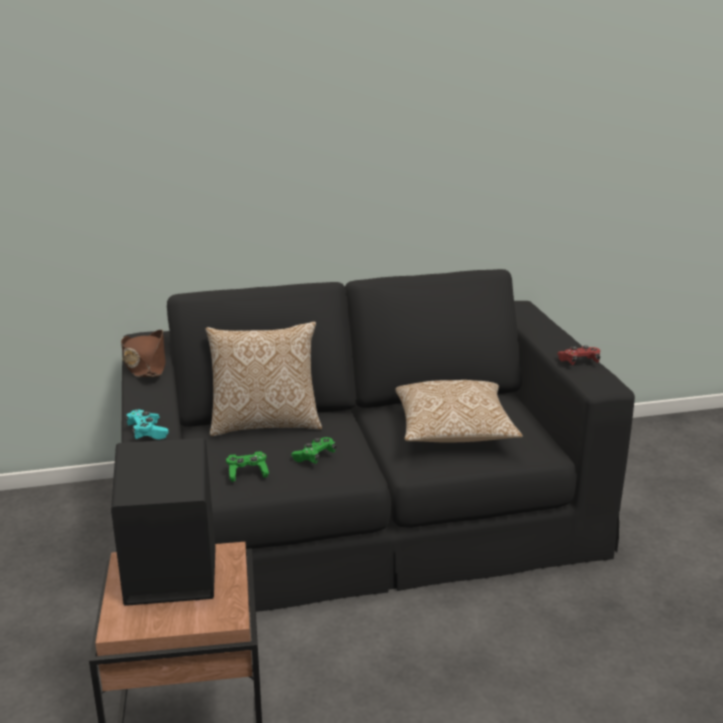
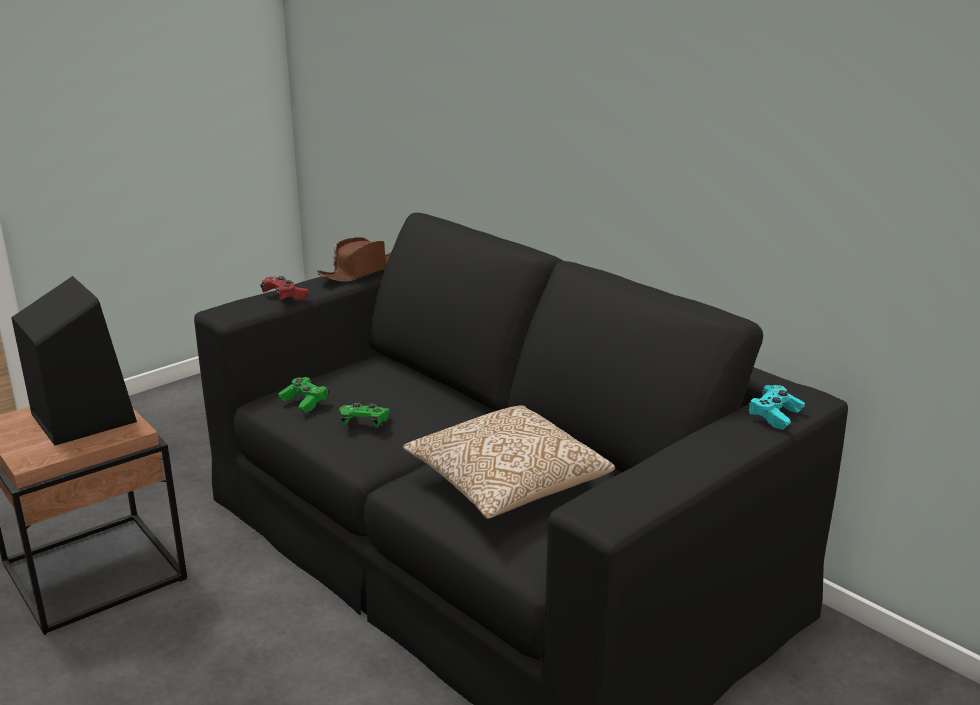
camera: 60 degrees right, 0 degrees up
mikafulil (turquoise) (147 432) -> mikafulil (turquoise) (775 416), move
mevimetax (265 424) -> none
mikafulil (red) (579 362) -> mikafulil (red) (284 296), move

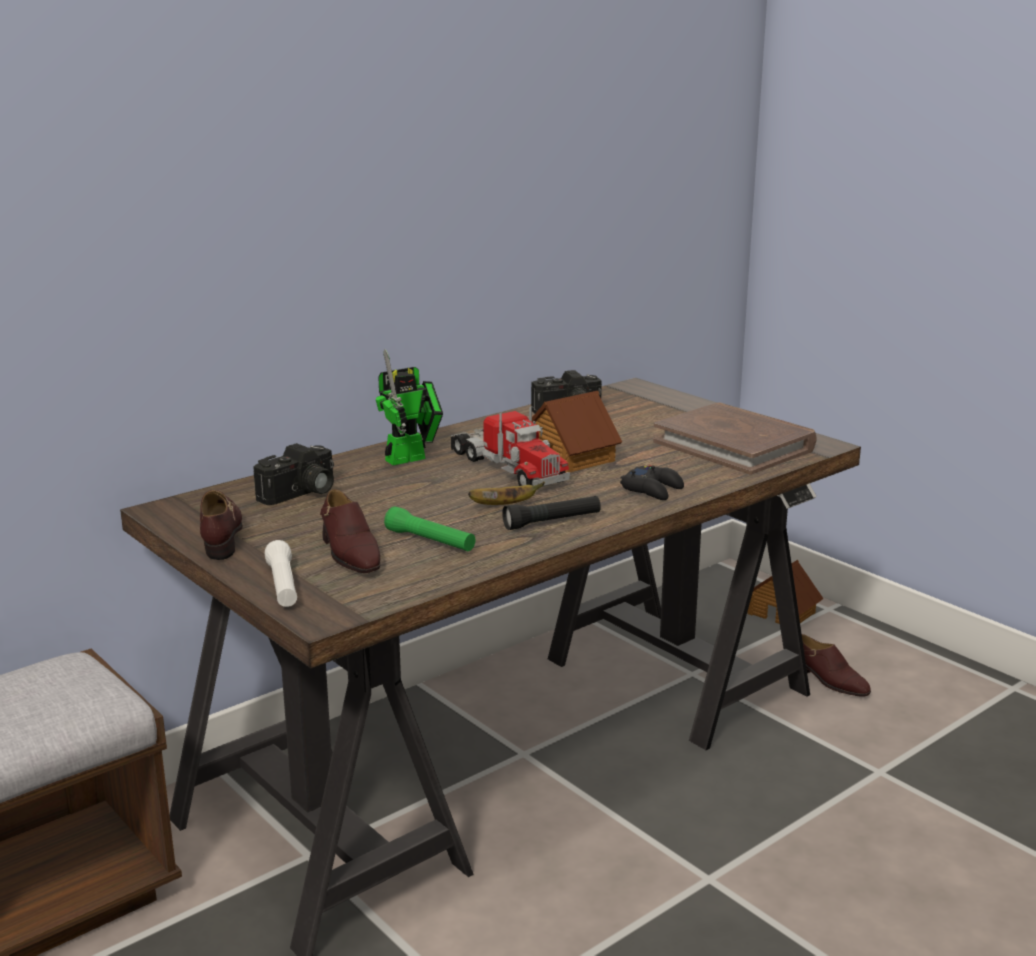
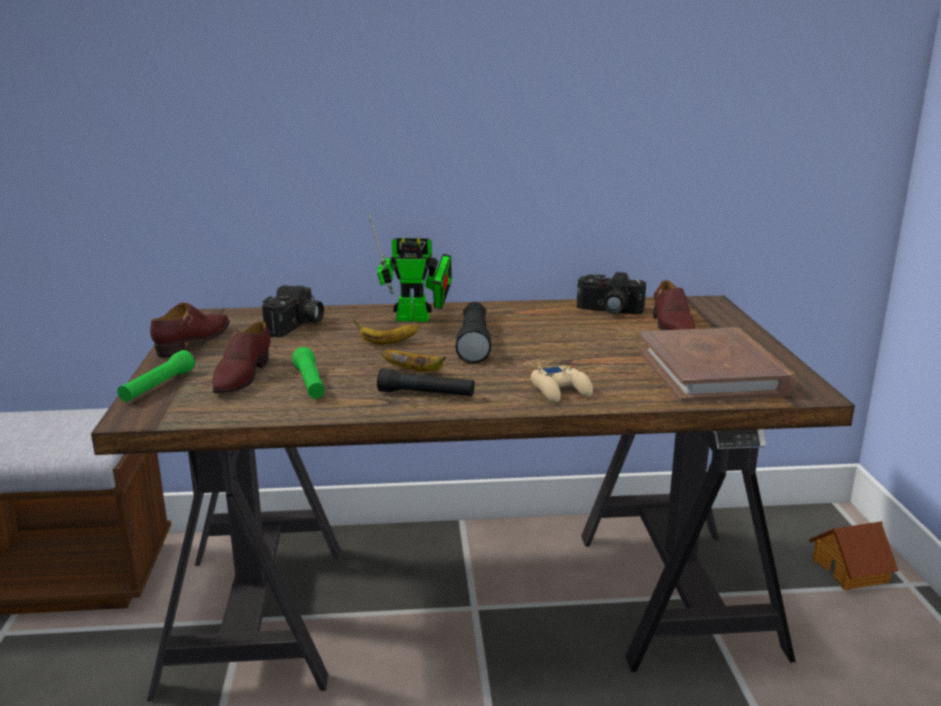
camera: 35 degrees right, 0 degrees up
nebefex (301 494) -> nebefex (296 326), 60 degrees counterclockwise
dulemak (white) (283 586) -> dulemak (green) (158 386)
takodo (506 468) -> dulemak (black) (474 343)
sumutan (572 457) -> none
mikafulil (black) (652 489) -> mikafulil (beige) (561 391)
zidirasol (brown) (829 681) -> zidirasol (brown) (671 327), move
none -> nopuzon (387 343)

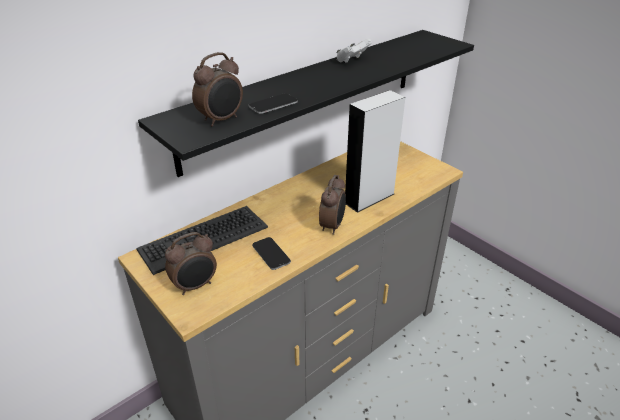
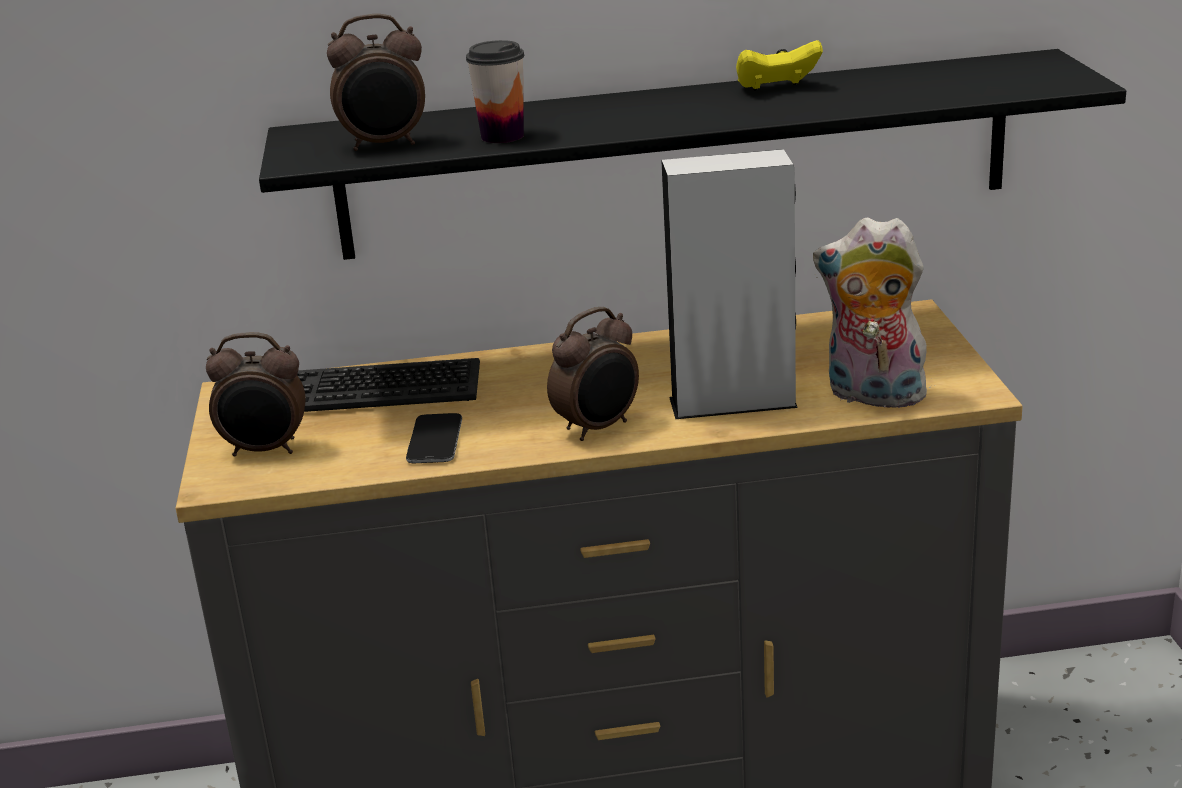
camera: 35 degrees right, 10 degrees down
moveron (273 105) -> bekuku (502 136)
mikafulil (white) (352 61) -> mikafulil (yellow) (776 88)
none -> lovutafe (871 396)

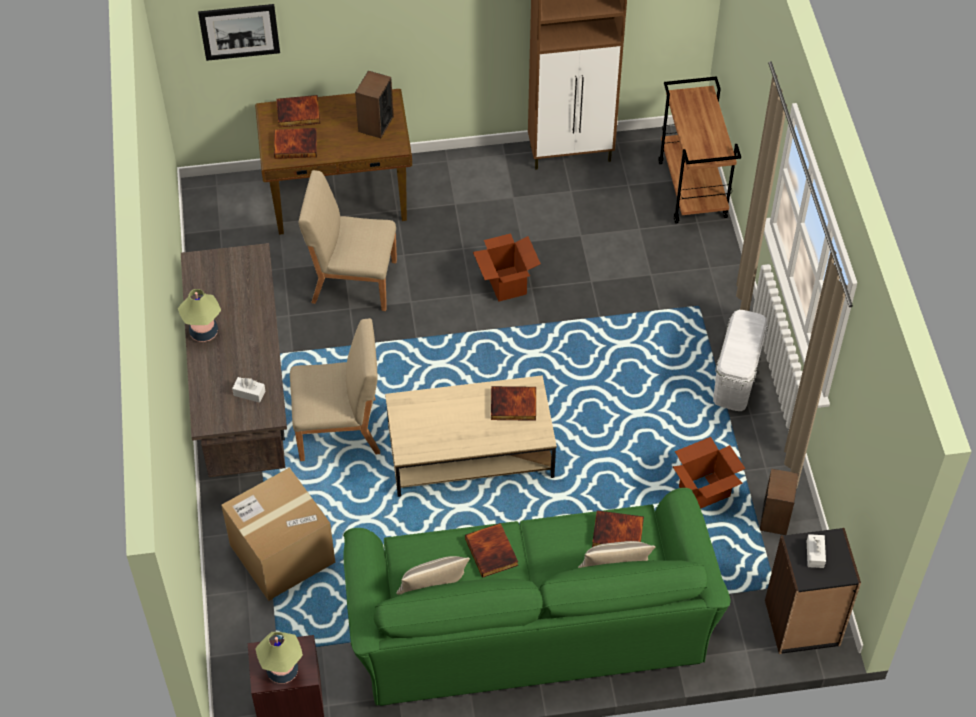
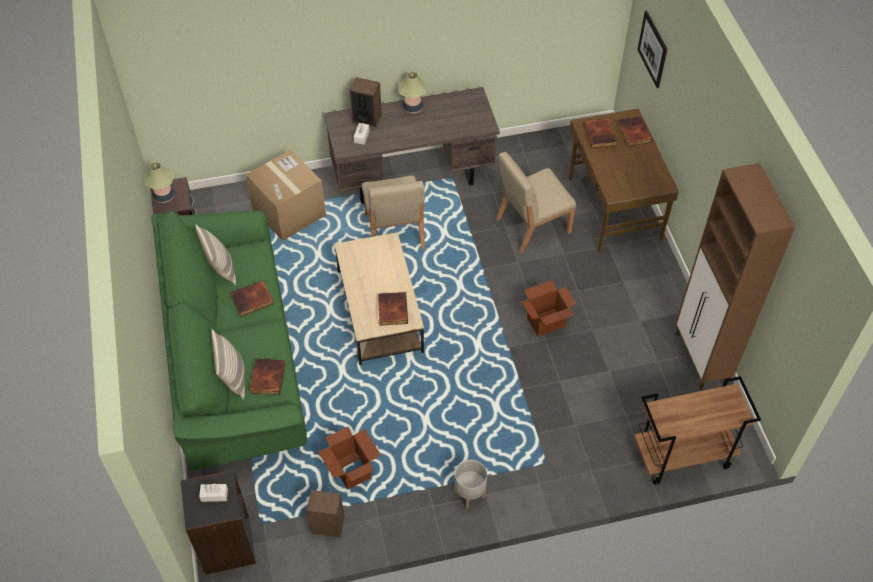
camera: 85 degrees right, 0 degrees up
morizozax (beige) (353 281) -> morizozax (beige) (532 225), 120 degrees counterclockwise
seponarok (375 124) -> seponarok (366 118), move
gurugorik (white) (736 379) -> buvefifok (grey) (469 494)

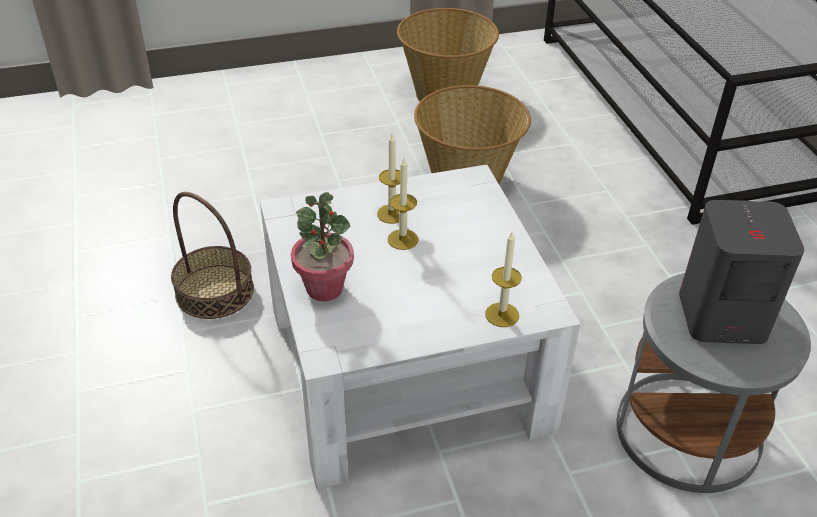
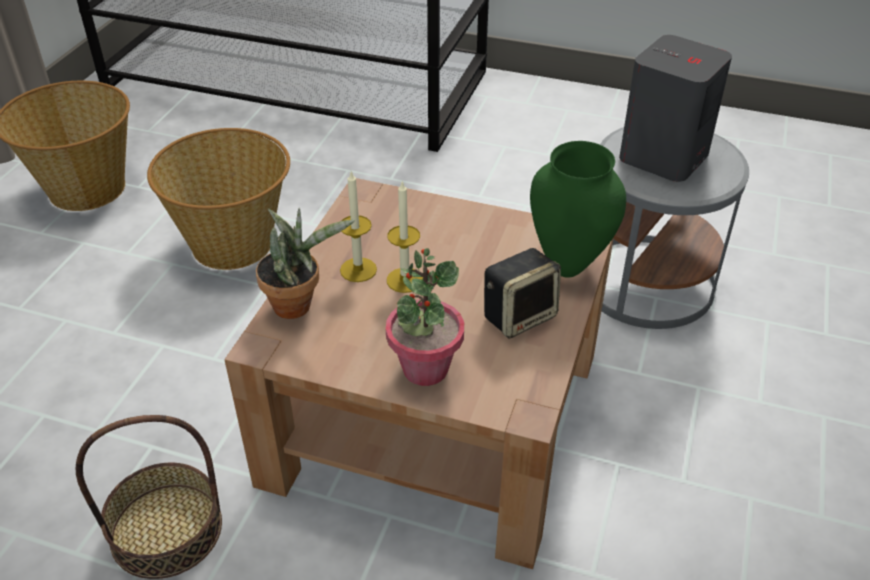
camera: 55 degrees left, 0 degrees up
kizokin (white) (406 368) -> kizokin (brown) (434 417)
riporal (502 315) -> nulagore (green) (567 267)
none -> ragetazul (298 304)
none -> seponarok (519 315)

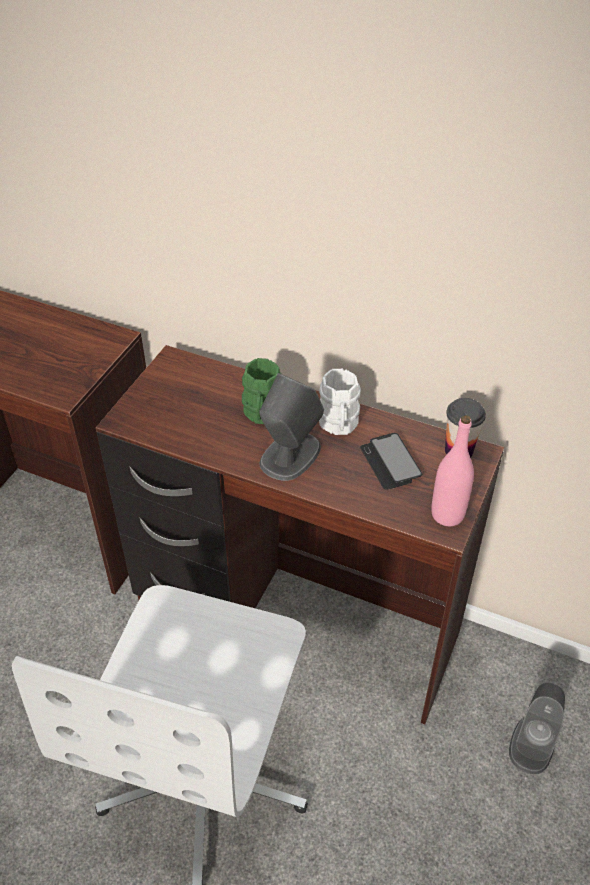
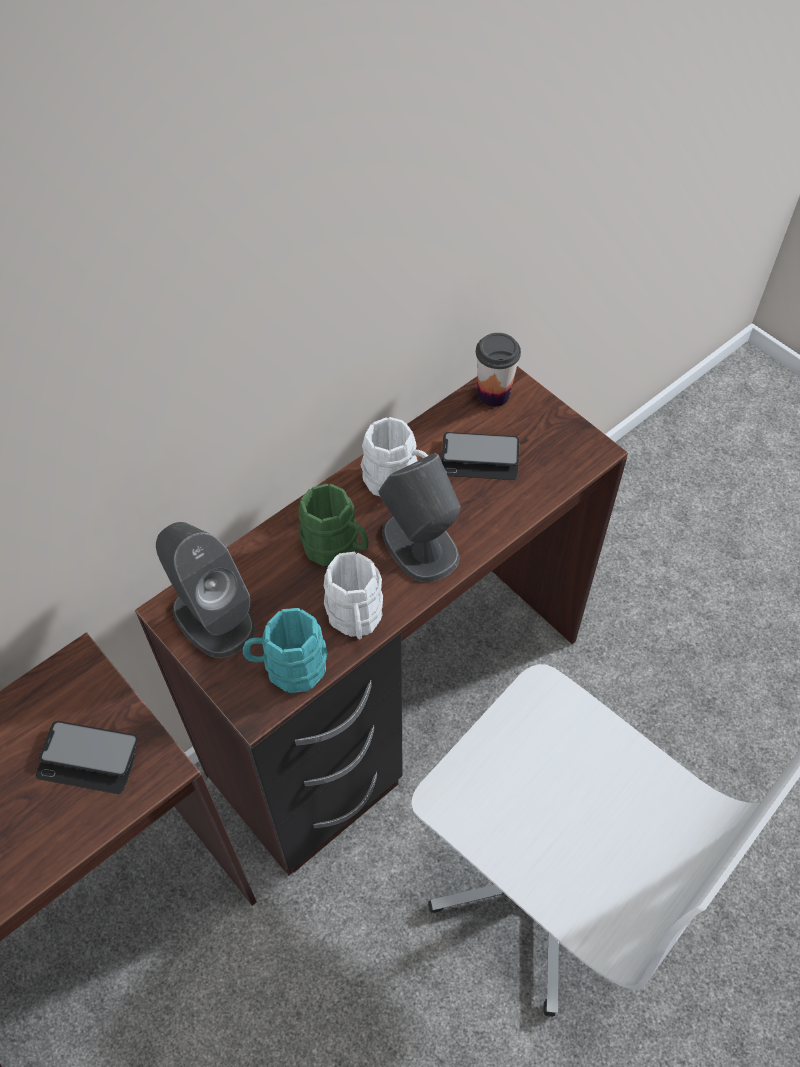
camera: 65 degrees left, 10 degrees up
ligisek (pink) (447 514) -> none
seponarok (grey) (532 744) -> seponarok (grey) (213 617), move
none -> moveron (88 758)
none -> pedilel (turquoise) (288 668)
none -> pedilel (white) (355 620)

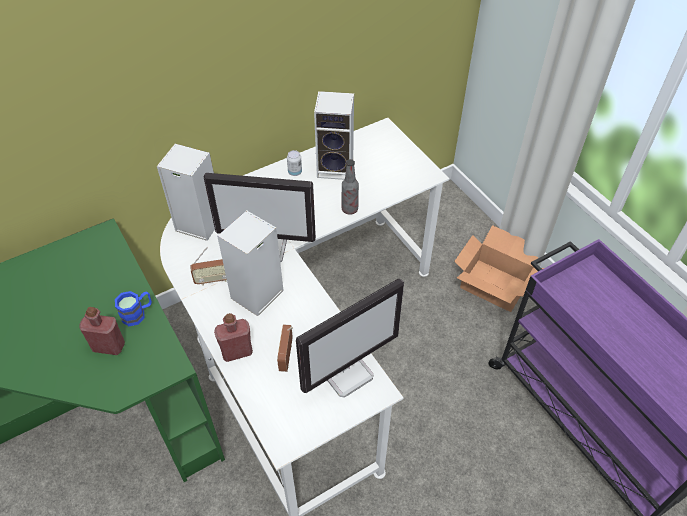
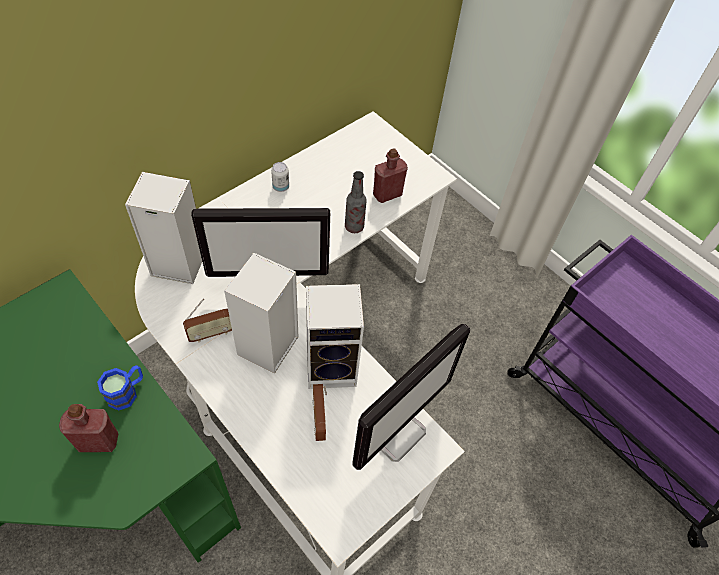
camera: 15 degrees left, 5 degrees up
ligisek (red) (237 352) -> ligisek (red) (387 194), move
seponarok (337 167) -> seponarok (333 366), move
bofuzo (493 284) -> none

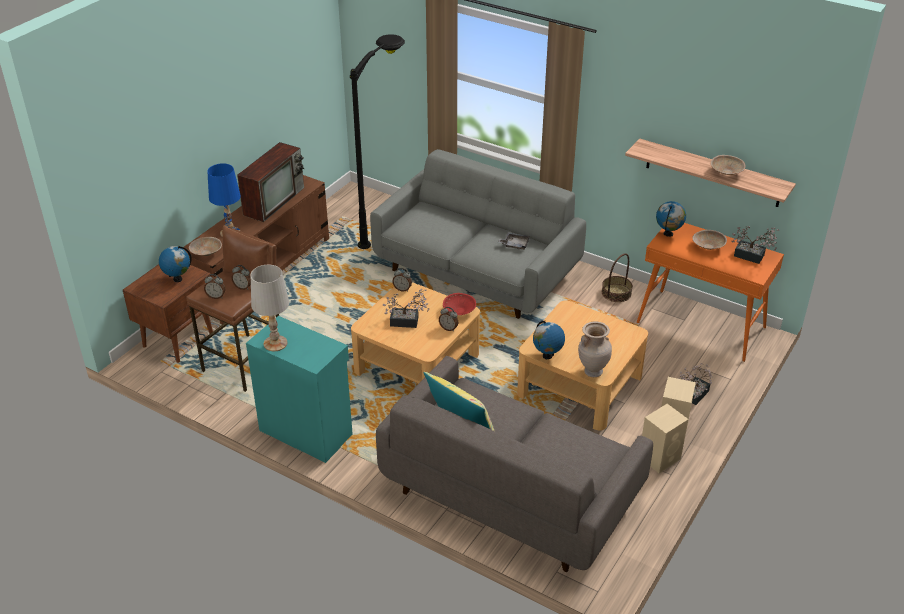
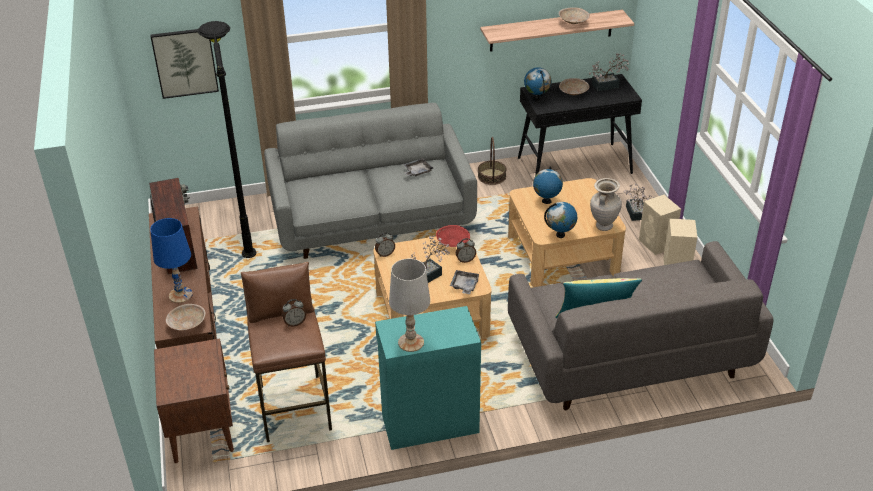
camera: 45 degrees left, 0 degrees up
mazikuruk (177 279) -> mazikuruk (546 201), move
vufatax (216 296) -> none
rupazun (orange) (701 325) -> rupazun (black) (575 165)
none -> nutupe (185 62)
none -> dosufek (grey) (464 286)

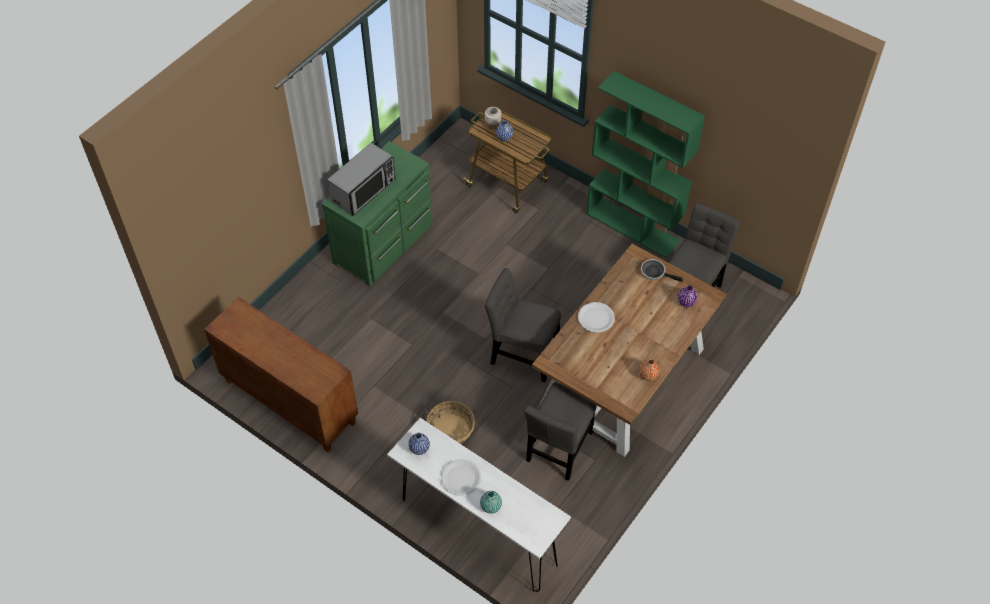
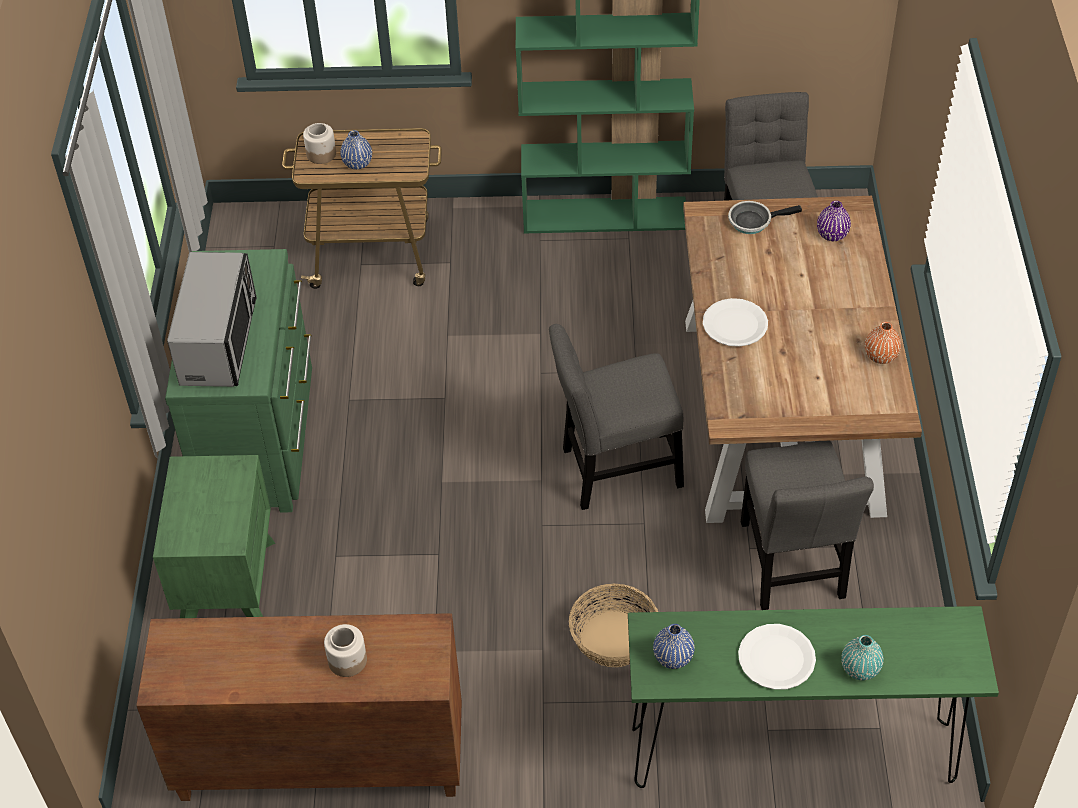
camera: 35 degrees left, 5 degrees down
rupazun (white) (478 531) -> rupazun (green) (792 755)
none -> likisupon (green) (227 582)
none -> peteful (348 660)

